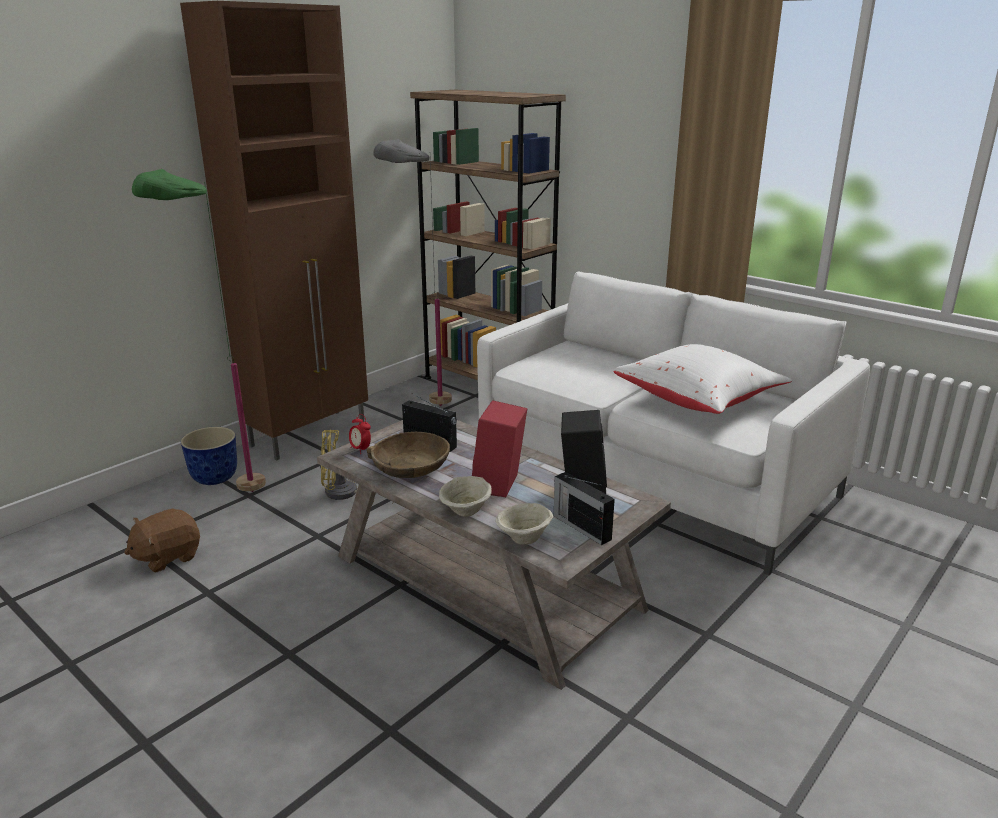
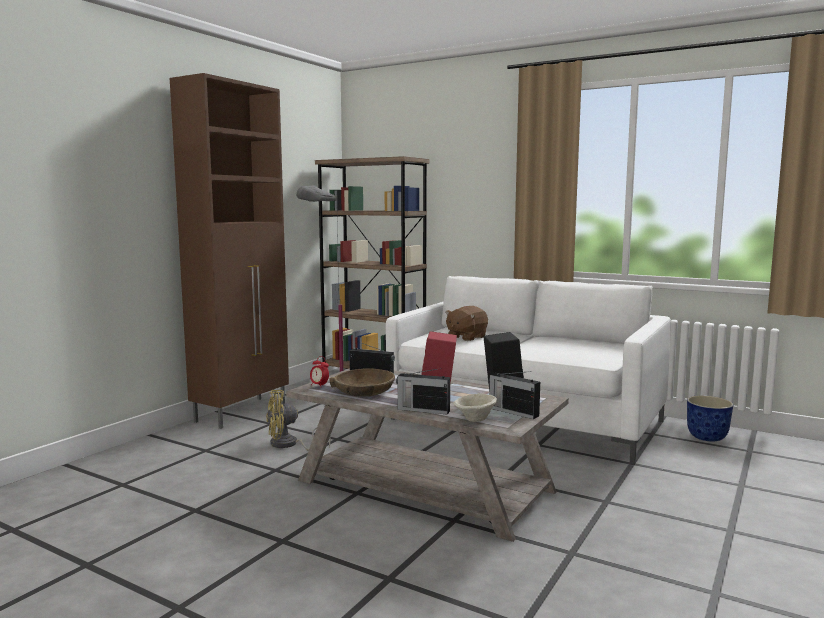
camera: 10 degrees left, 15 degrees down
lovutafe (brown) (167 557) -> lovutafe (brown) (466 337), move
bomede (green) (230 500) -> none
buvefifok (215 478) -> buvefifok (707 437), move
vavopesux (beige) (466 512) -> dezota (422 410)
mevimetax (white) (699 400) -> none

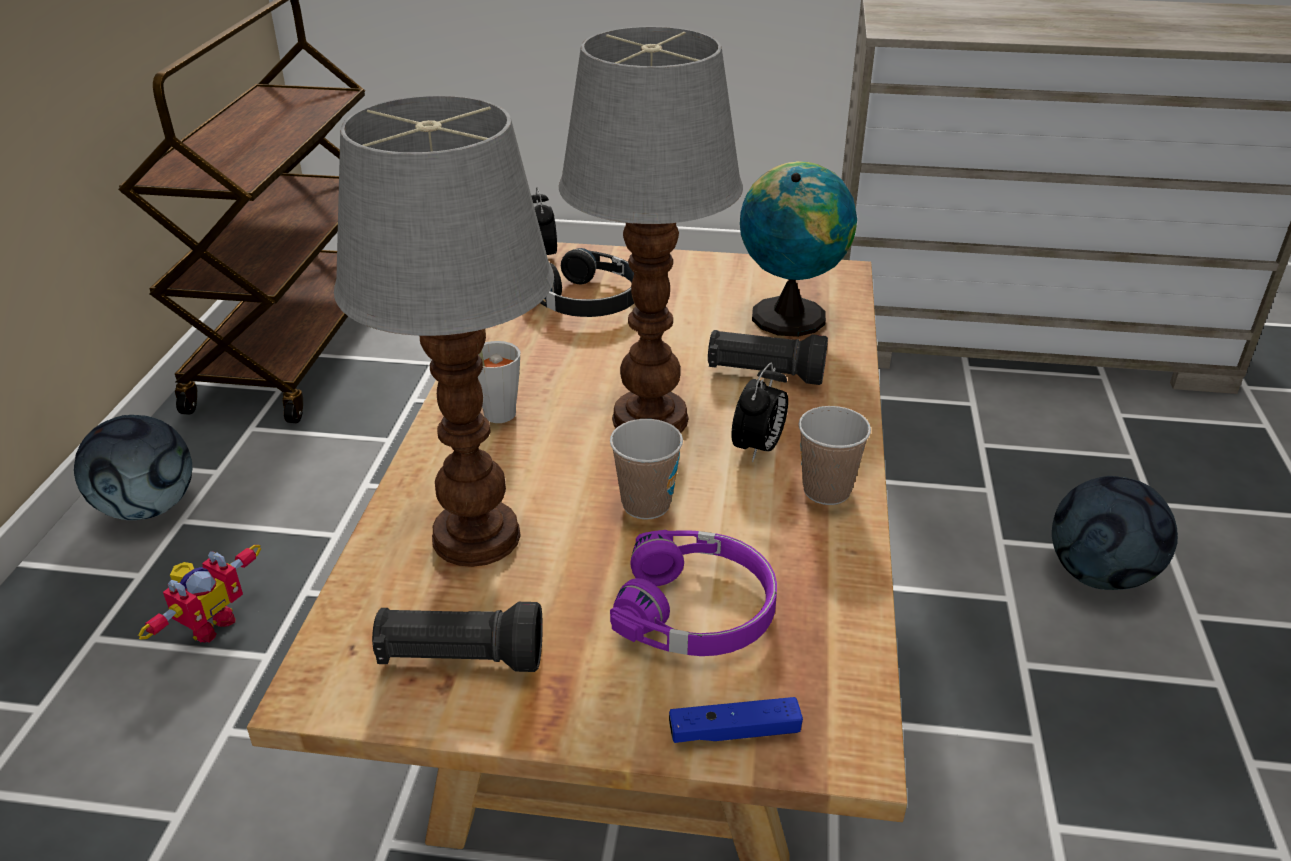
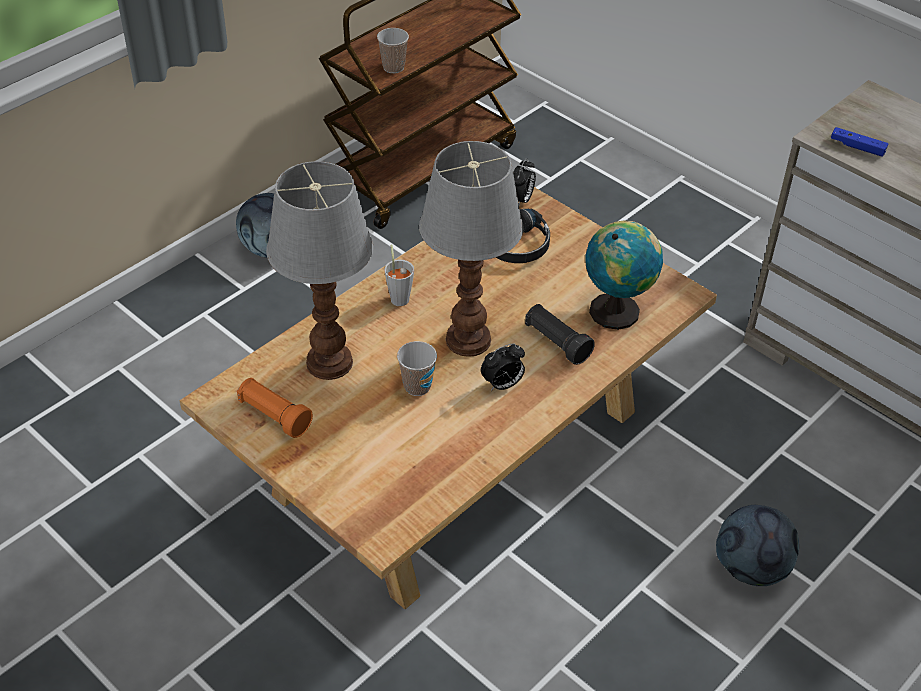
camera: 35 degrees right, 10 degrees up
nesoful (208 624) -> none
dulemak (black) (460 658) -> dulemak (orange) (274 416)
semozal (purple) (697 610) -> none
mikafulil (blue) (734 732) -> mikafulil (blue) (857 147), move
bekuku (826 491) -> bekuku (393 67), move

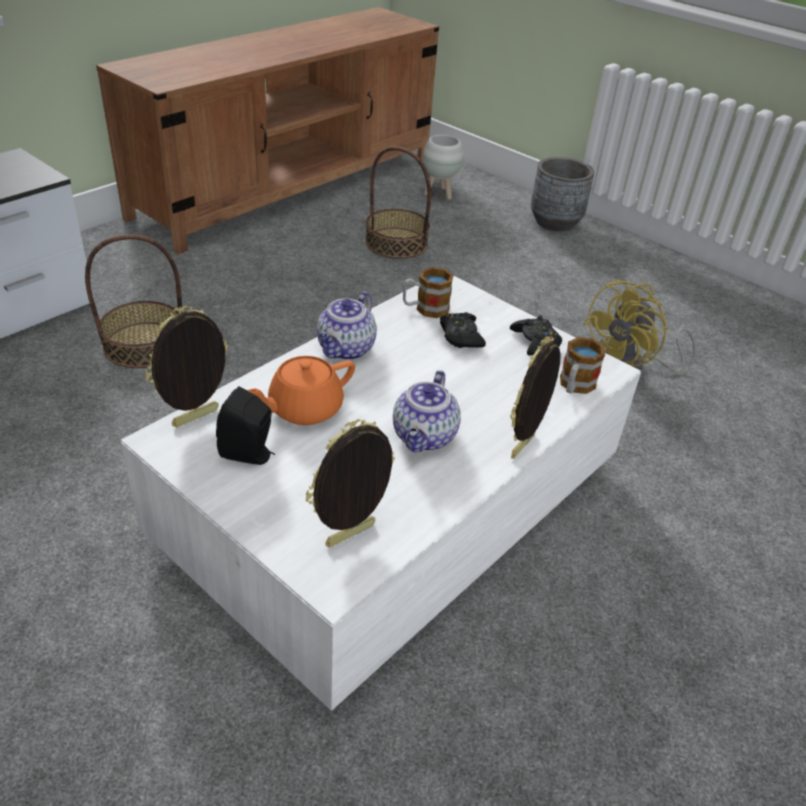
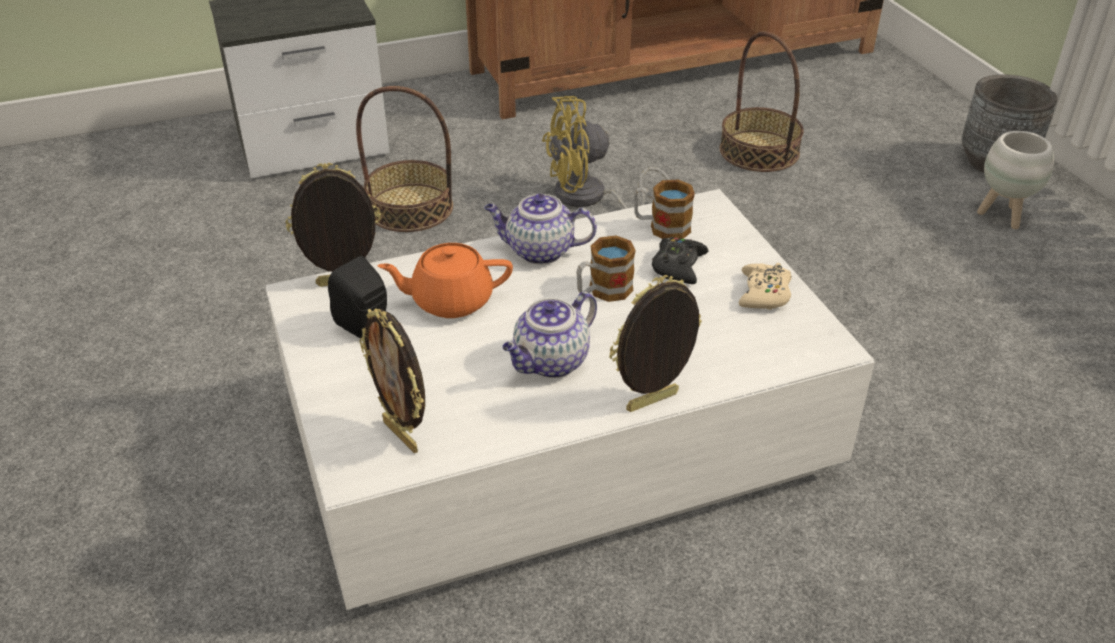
camera: 30 degrees right, 0 degrees up
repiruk (351 537) -> repiruk (402 435), 120 degrees counterclockwise
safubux (346 350) -> safubux (539 251), 45 degrees clockwise
buvefifok (white) (439 194) -> buvefifok (white) (1003 217), move
mikafulil (black) (535 342) -> mikafulil (beige) (764 293)
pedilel (574 386) -> pedilel (603 291), move
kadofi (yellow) (630 366) -> kadofi (yellow) (590 198), move

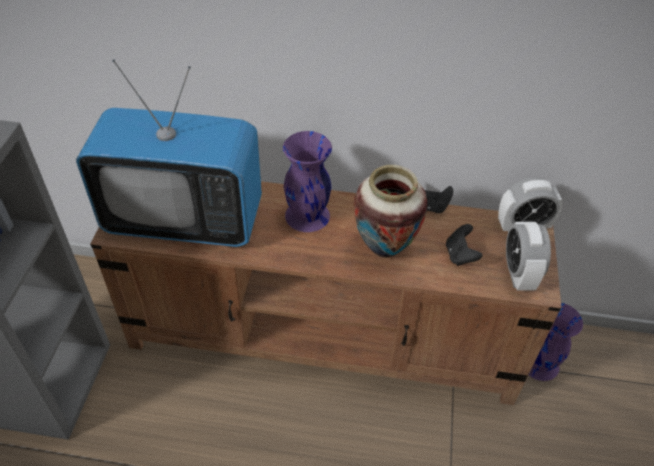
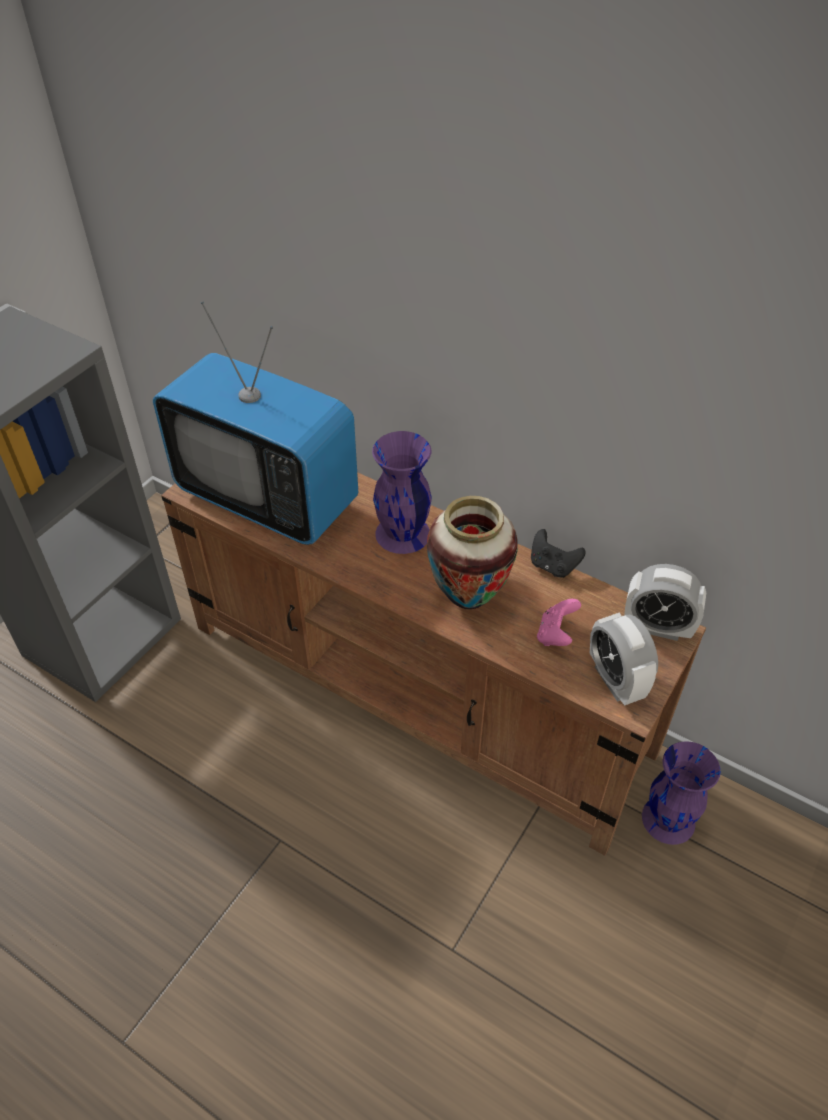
camera: 25 degrees right, 0 degrees up
mikafulil (black) (460 255) -> mikafulil (pink) (556 635)
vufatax (518 274) -> vufatax (615 680), 45 degrees counterclockwise

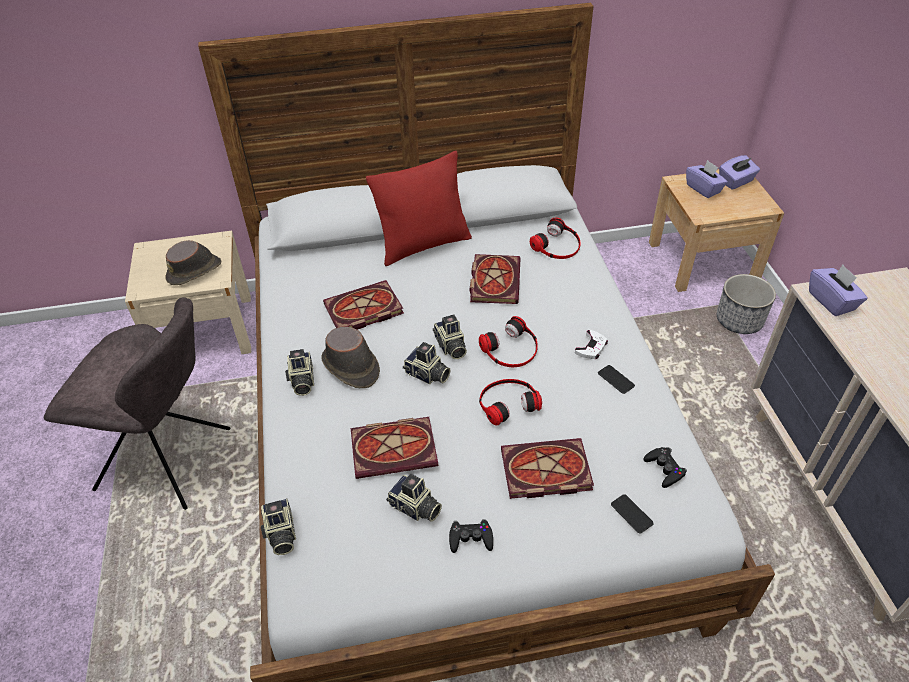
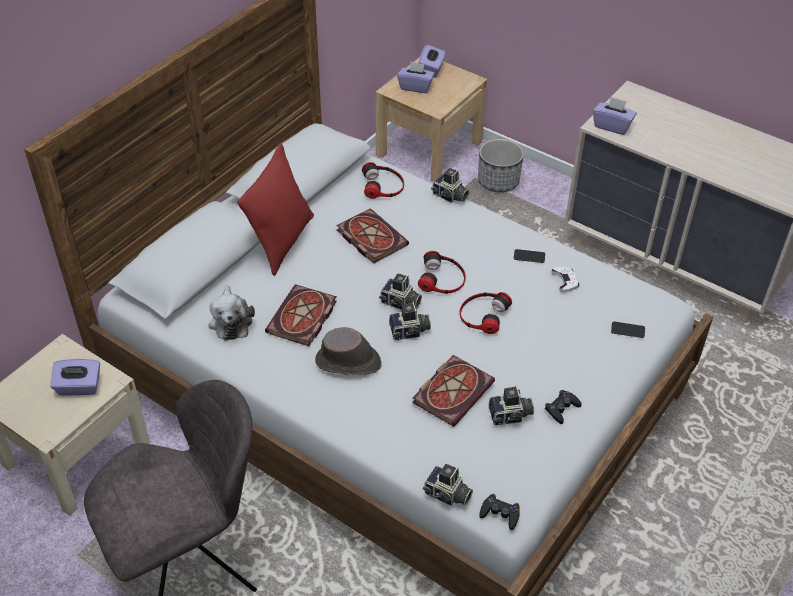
camera: 45 degrees left, 0 degrees up
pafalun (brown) (195 271) -> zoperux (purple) (79 387)
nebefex (301 381) -> nebefex (450 196), move
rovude (544 472) -> none
mikafulil (white) (591 347) -> mikafulil (white) (565 281), move
mikafulil (black) (664 469) -> mikafulil (black) (500 514), move
none -> lovutafe (230 321)

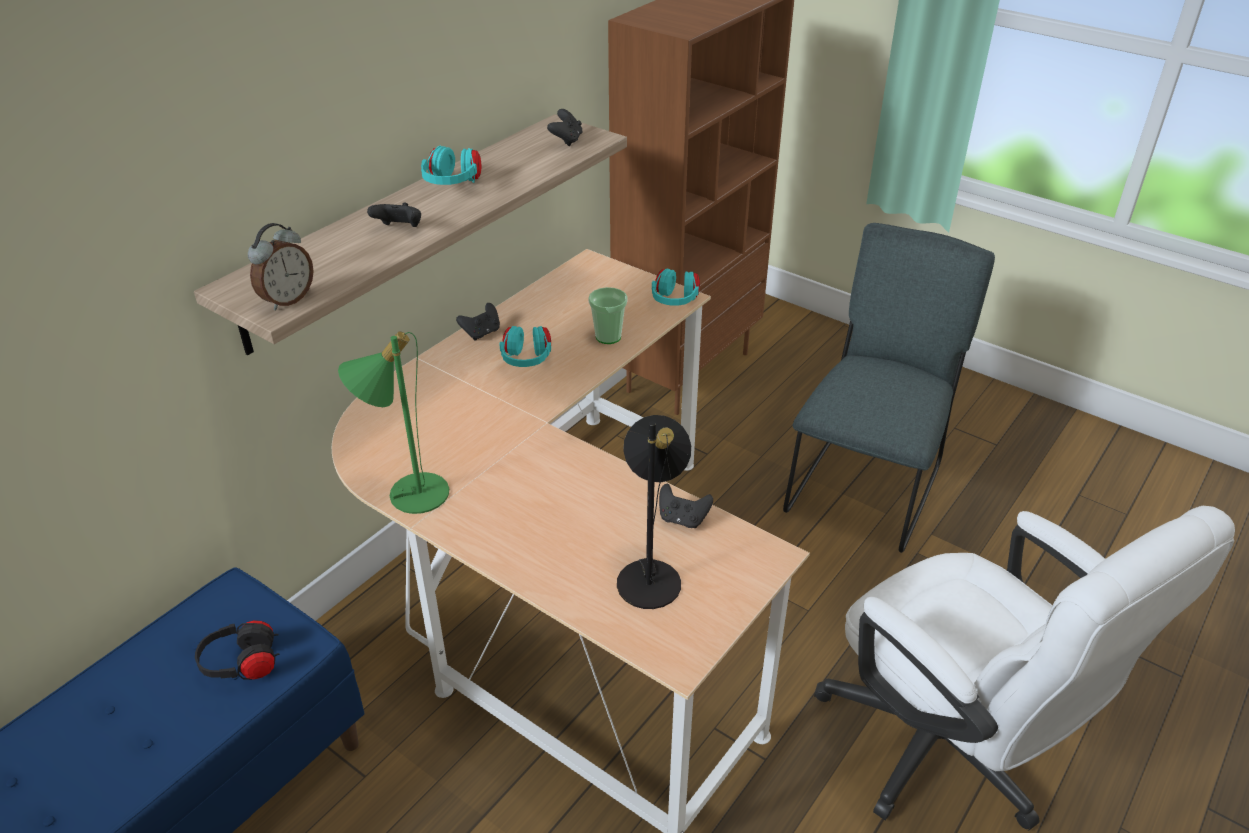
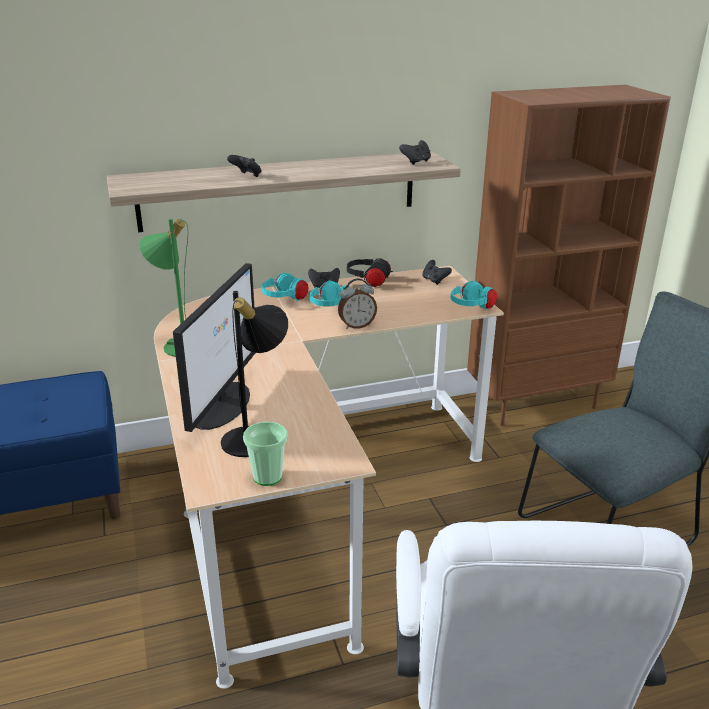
camera: 35 degrees right, 10 degrees down
semozal (black) (243 665) -> semozal (black) (368 281), move
vufatax (287 300) -> vufatax (356 325), move
semozal (turquoise) (452 186) -> semozal (turquoise) (284 299), move
bekuku (608 337) -> bekuku (267 477), move
mikafulil (black) (682 519) -> mikafulil (black) (434 281), move
none -> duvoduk (221 404)

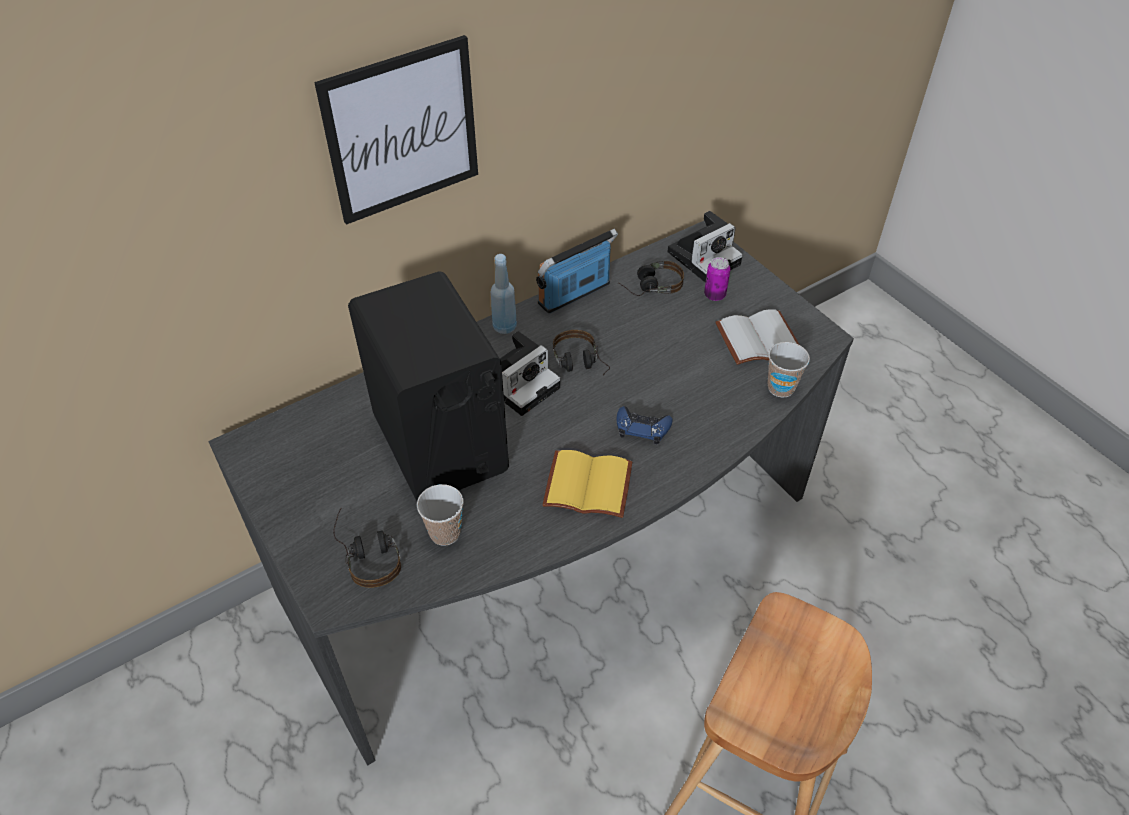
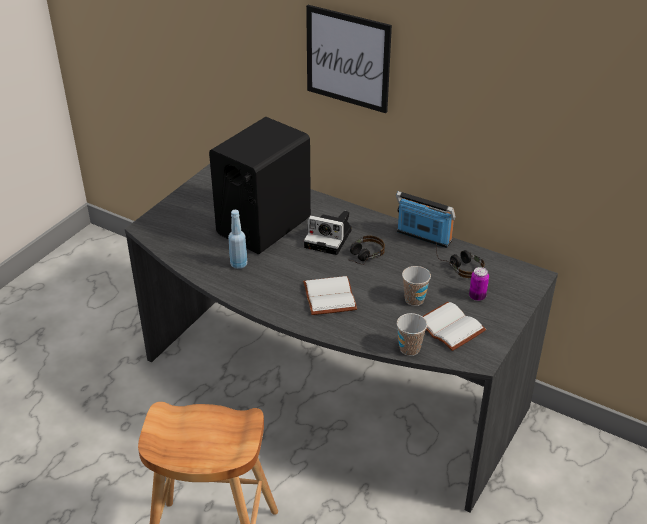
camera: 65 degrees right, 10 degrees down
semozal (368 553) -> none
bekuku (445 533) -> bekuku (414 300), move
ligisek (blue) (504 327) -> ligisek (blue) (238 264), move
rovude (yellow) (590 483) -> none
mikafulil (blue) (642 428) -> rovude (white) (327 296)
nebefex (705 256) -> none

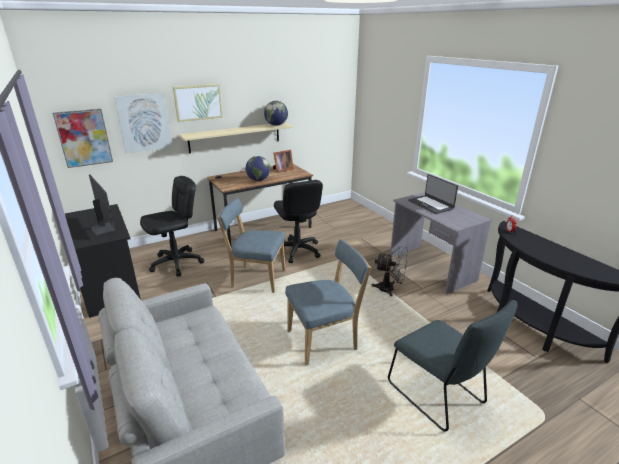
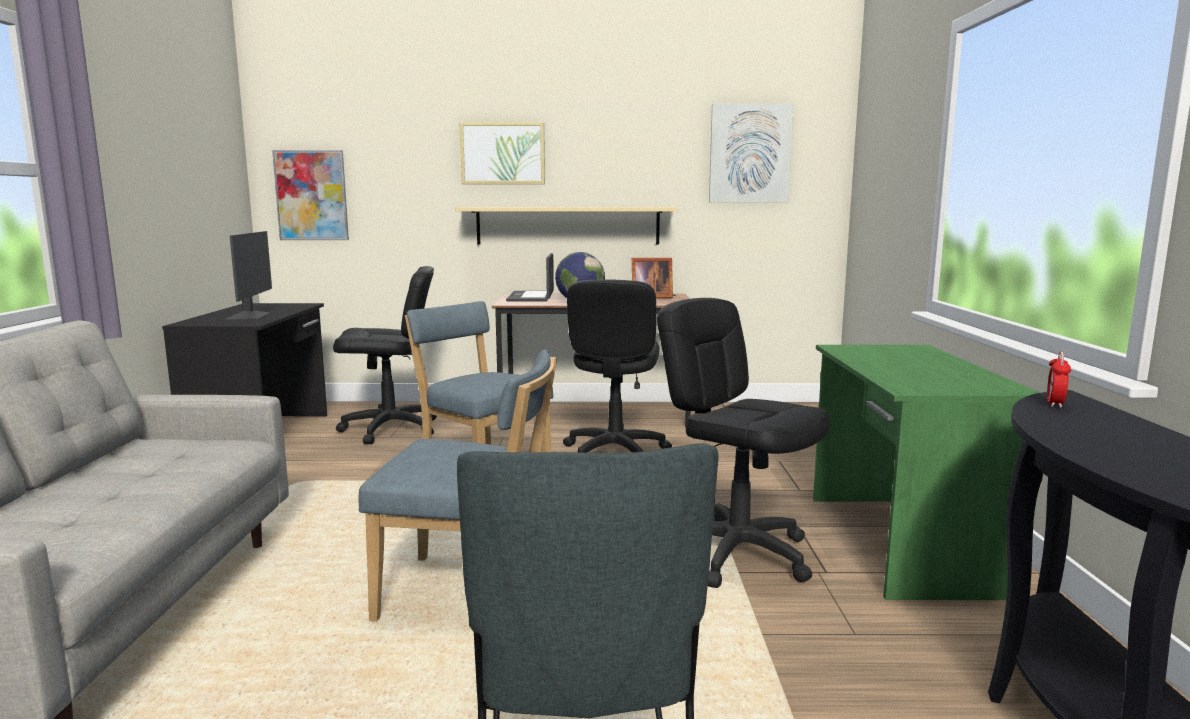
camera: 30 degrees right, 15 degrees down
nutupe (144 122) -> nutupe (749 153), move
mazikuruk (276 125) -> none
kadofi (grey) (390 289) -> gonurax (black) (737 553)
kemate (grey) (430 268) -> kemate (green) (899 543)
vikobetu (431 204) -> vikobetu (532 297), move

